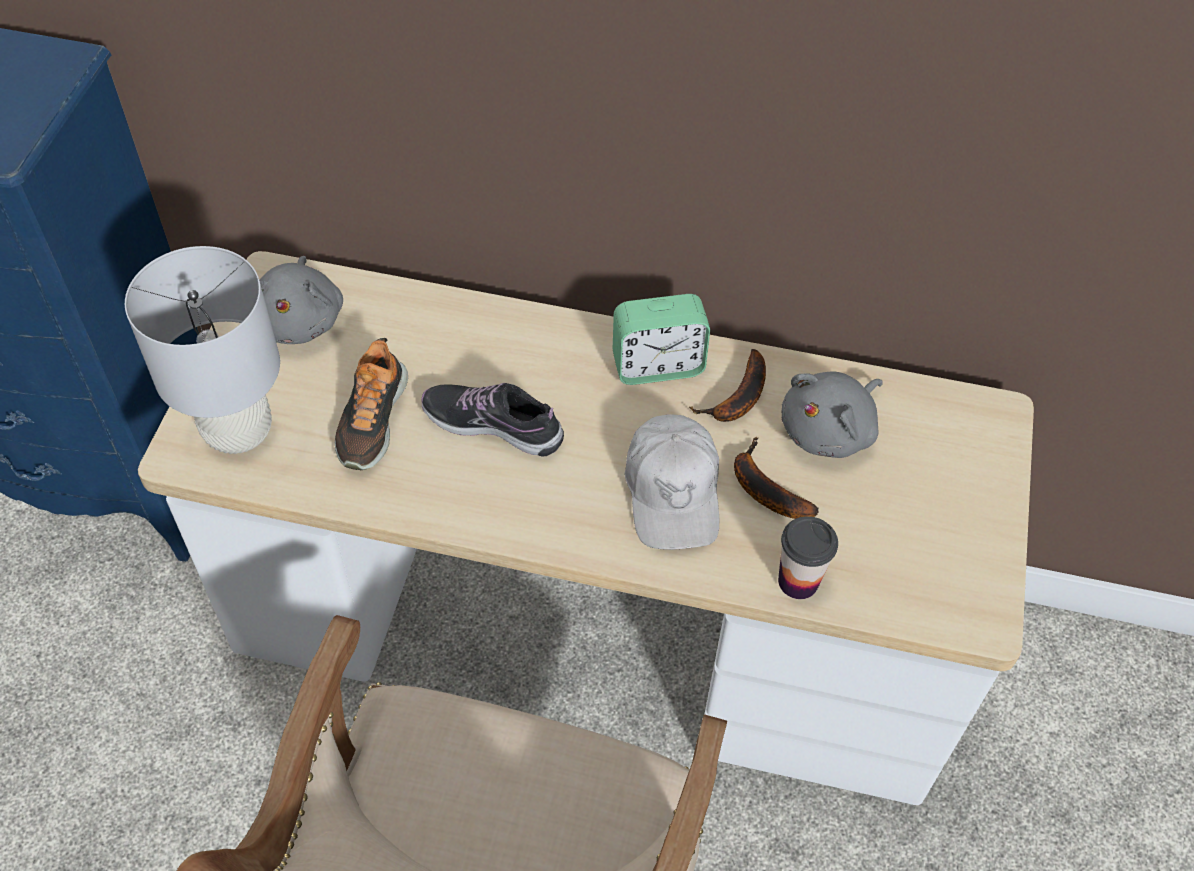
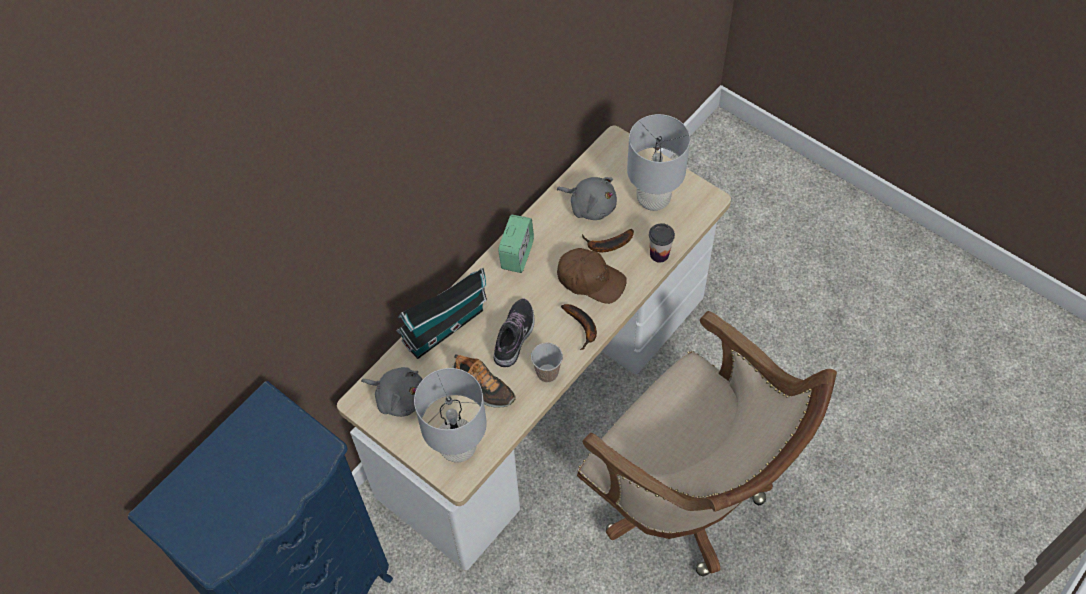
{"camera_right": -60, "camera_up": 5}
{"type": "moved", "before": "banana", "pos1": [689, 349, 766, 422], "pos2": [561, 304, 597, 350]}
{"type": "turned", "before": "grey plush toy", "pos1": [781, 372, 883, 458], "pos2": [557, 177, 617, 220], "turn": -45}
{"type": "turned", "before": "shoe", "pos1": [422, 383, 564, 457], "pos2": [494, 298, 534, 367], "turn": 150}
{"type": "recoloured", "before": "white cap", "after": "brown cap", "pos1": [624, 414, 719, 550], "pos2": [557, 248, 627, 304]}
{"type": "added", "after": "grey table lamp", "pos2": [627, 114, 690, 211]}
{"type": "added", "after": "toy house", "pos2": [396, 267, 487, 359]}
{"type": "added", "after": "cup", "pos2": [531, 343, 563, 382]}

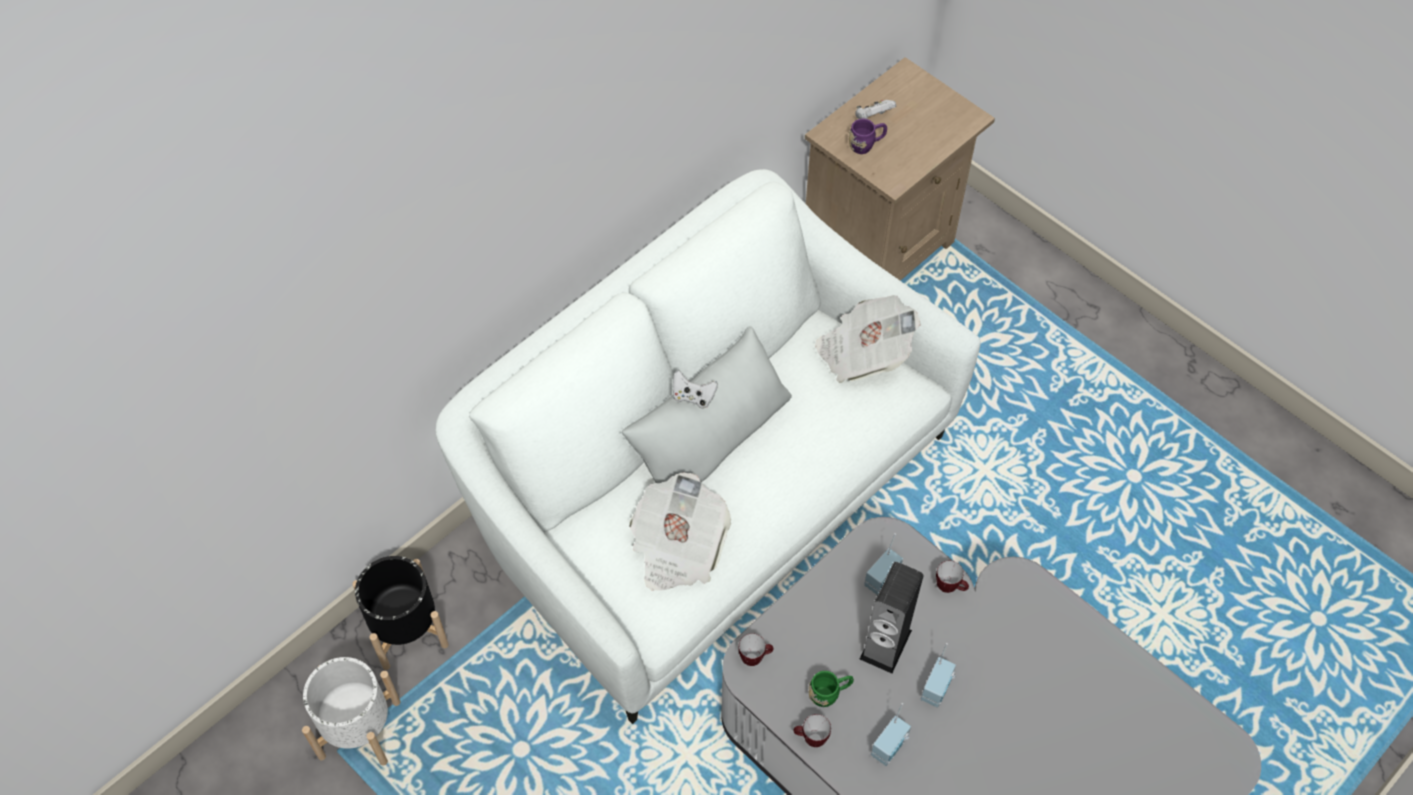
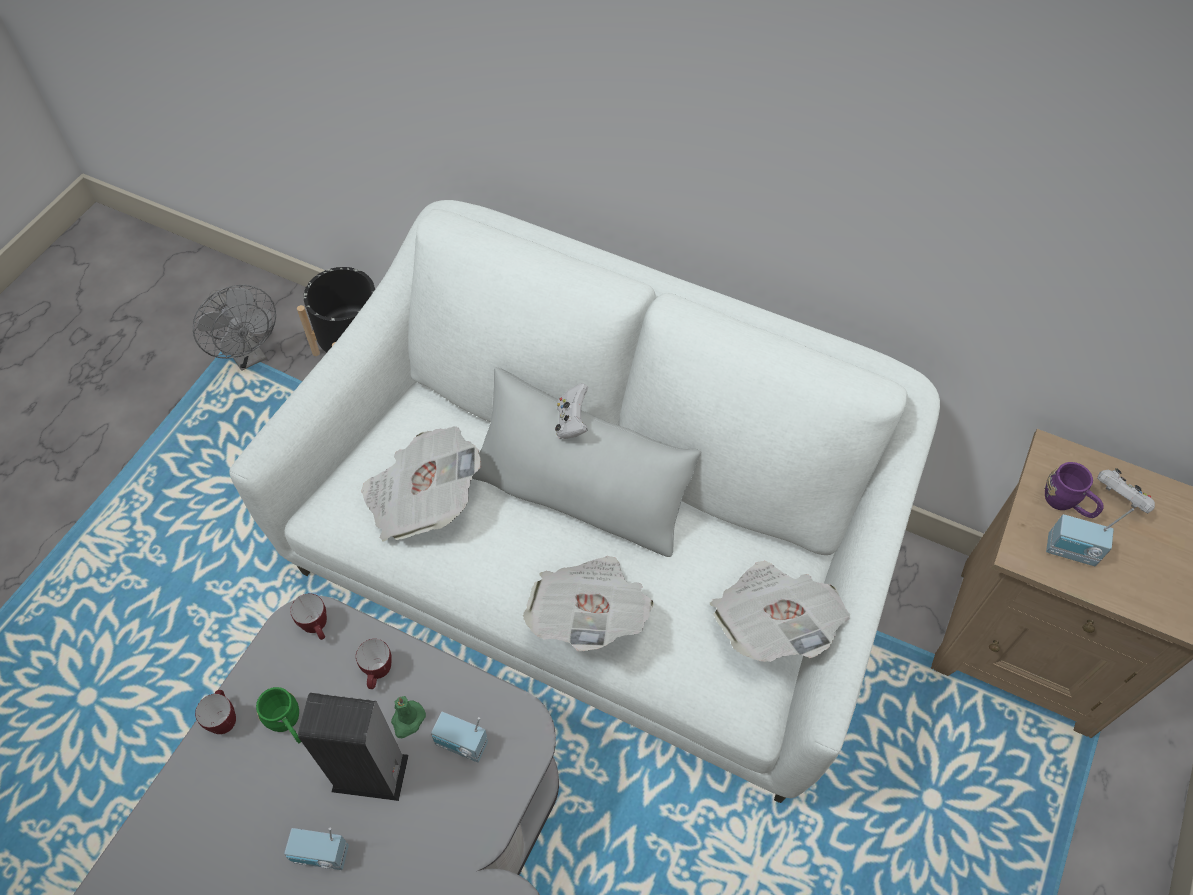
{"camera_right": 70, "camera_up": 0}
{"type": "moved", "before": "mug", "pos1": [936, 561, 969, 593], "pos2": [356, 639, 392, 689]}
{"type": "replaced", "before": "white planter", "after": "grey fan", "pos1": [302, 657, 401, 766], "pos2": [193, 284, 276, 371]}
{"type": "moved", "before": "radio", "pos1": [871, 703, 911, 766], "pos2": [1046, 508, 1134, 566]}
{"type": "added", "after": "newspaper", "pos2": [523, 556, 654, 651]}
{"type": "added", "after": "green candle", "pos2": [391, 696, 426, 738]}

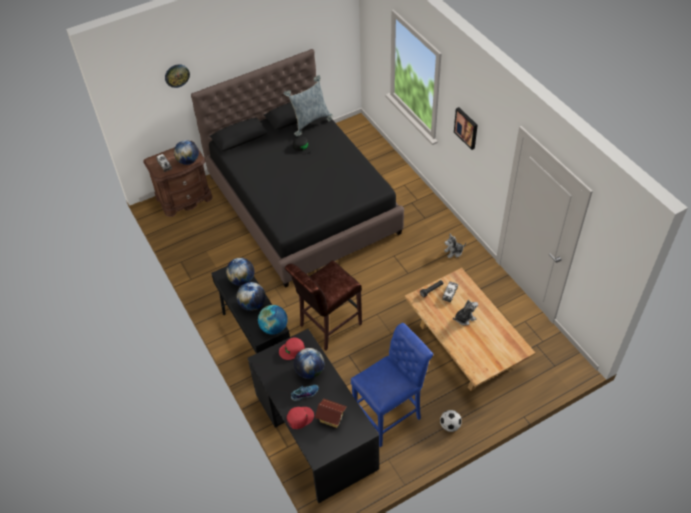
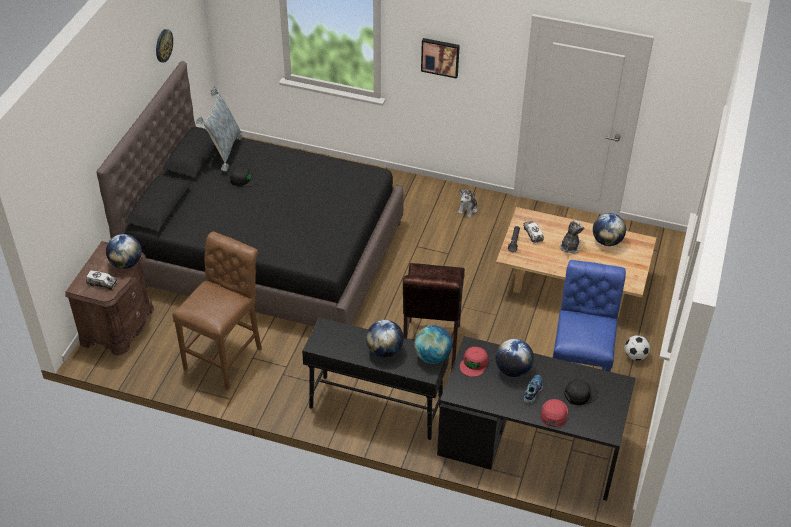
{"camera_right": -45, "camera_up": -5}
{"type": "moved", "before": "wall clock", "pos1": [165, 64, 190, 88], "pos2": [156, 29, 173, 63]}
{"type": "moved", "before": "globe", "pos1": [226, 258, 254, 286], "pos2": [593, 213, 626, 246]}
{"type": "replaced", "before": "toy house", "after": "black cap", "pos1": [314, 398, 347, 428], "pos2": [564, 379, 598, 405]}
{"type": "added", "after": "brown stool", "pos2": [172, 232, 262, 390]}

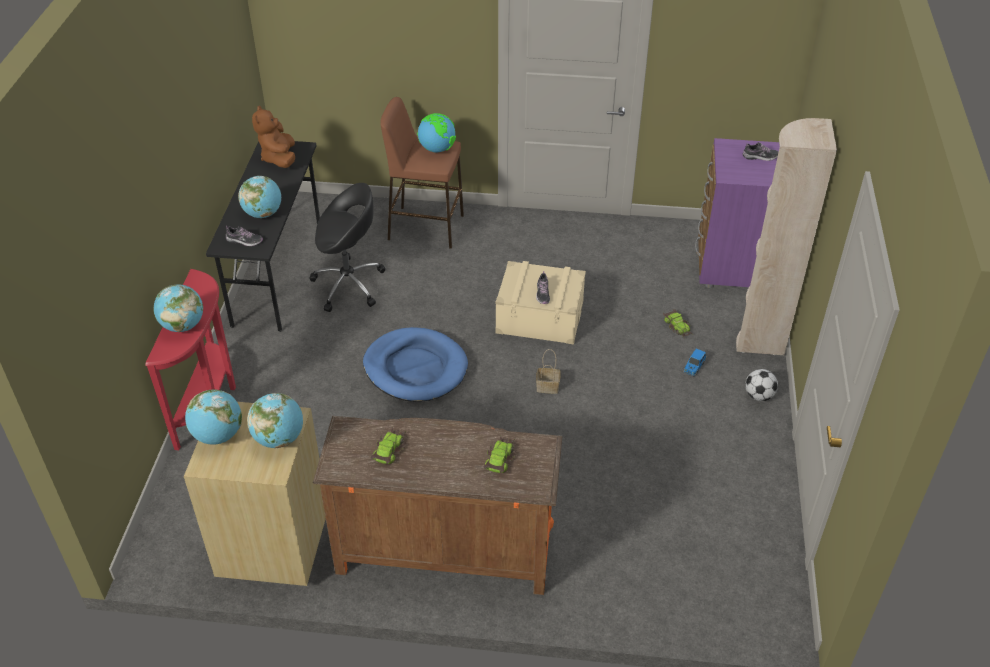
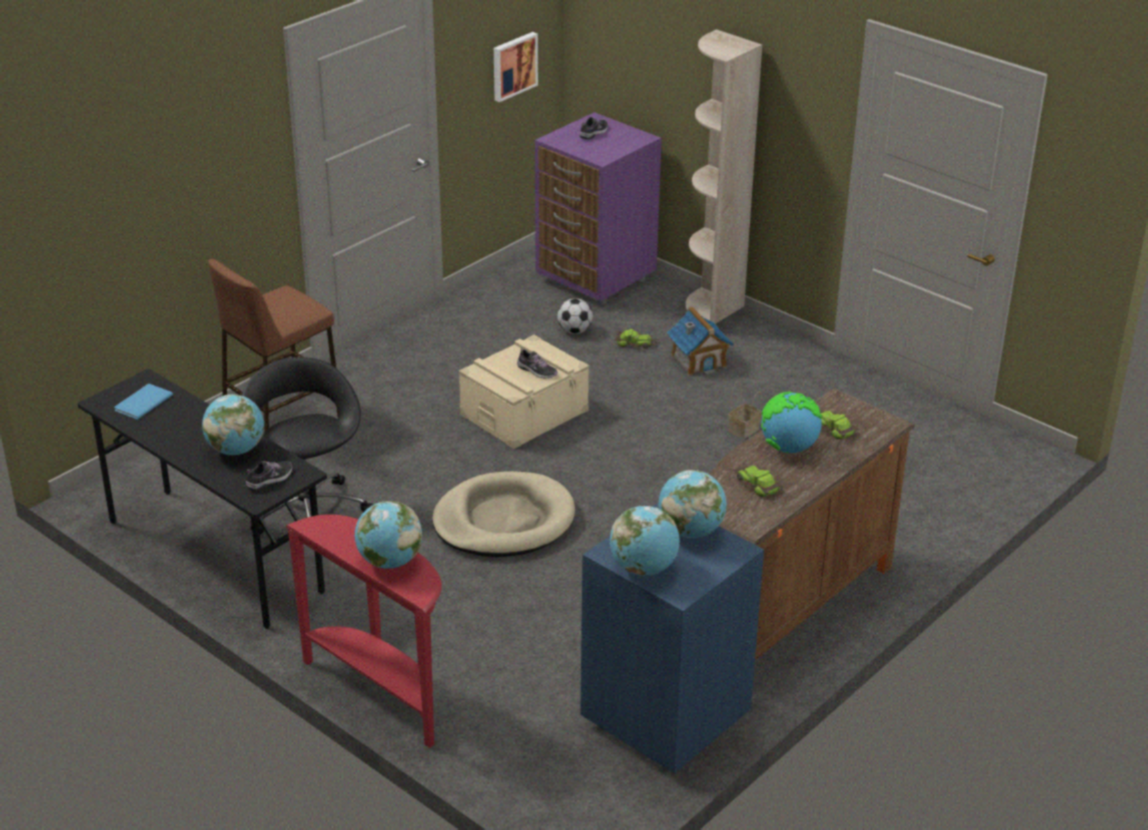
{"camera_right": -55, "camera_up": -10}
{"type": "replaced", "before": "brown plush toy", "after": "blue book", "pos1": [252, 105, 295, 168], "pos2": [114, 384, 173, 420]}
{"type": "moved", "before": "globe", "pos1": [417, 113, 456, 152], "pos2": [761, 392, 822, 453]}
{"type": "turned", "before": "black office chair", "pos1": [310, 183, 386, 312], "pos2": [242, 357, 374, 534], "turn": -60}
{"type": "recoloured", "before": "blue dog bed", "after": "beige dog bed", "pos1": [363, 327, 468, 402], "pos2": [432, 471, 575, 557]}
{"type": "moved", "before": "basket", "pos1": [536, 349, 561, 394], "pos2": [728, 381, 762, 439]}
{"type": "replaced", "before": "toy car", "after": "toy house", "pos1": [683, 349, 706, 376], "pos2": [667, 306, 734, 375]}
{"type": "moved", "before": "football", "pos1": [745, 369, 778, 401], "pos2": [557, 298, 593, 334]}
{"type": "recoloured", "before": "brown dresser", "after": "blue dresser", "pos1": [184, 402, 326, 586], "pos2": [580, 503, 764, 774]}
{"type": "added", "after": "picture", "pos2": [494, 32, 538, 102]}

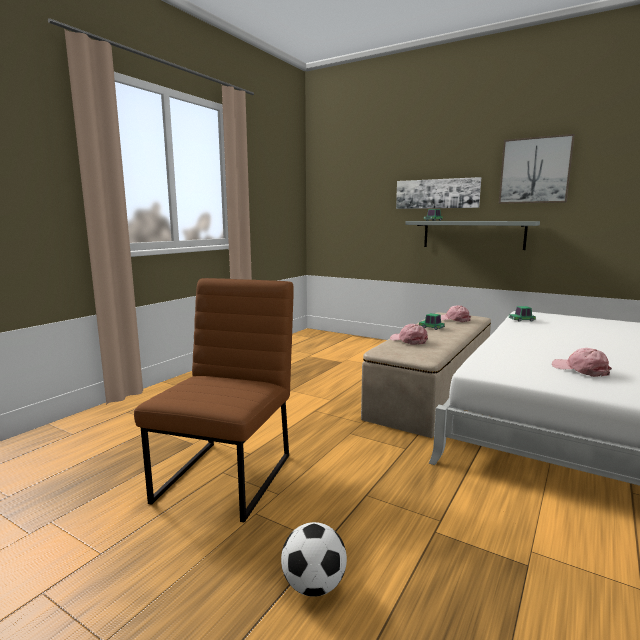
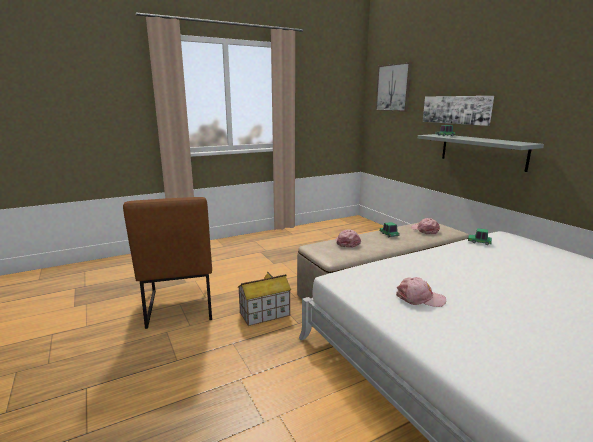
{"camera_right": 30, "camera_up": 5}
{"type": "moved", "before": "picture", "pos1": [499, 134, 575, 204], "pos2": [375, 62, 412, 112]}
{"type": "turned", "before": "brown chair", "pos1": [134, 278, 294, 522], "pos2": [123, 197, 212, 329], "turn": 120}
{"type": "turned", "before": "pink cap", "pos1": [552, 348, 612, 377], "pos2": [396, 277, 446, 307], "turn": 105}
{"type": "removed", "before": "football", "pos1": [281, 522, 347, 597]}
{"type": "added", "after": "toy house", "pos2": [238, 272, 291, 326]}

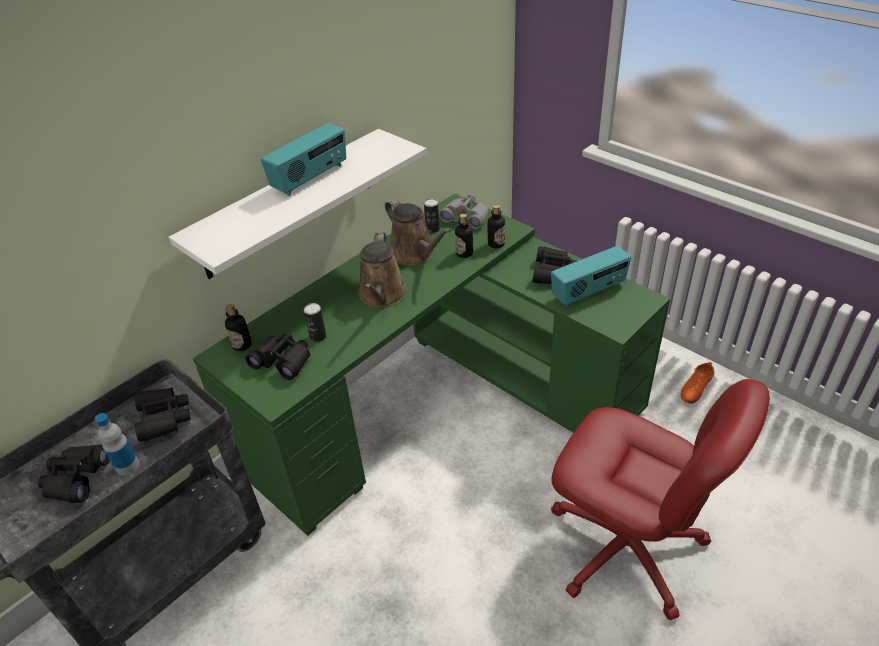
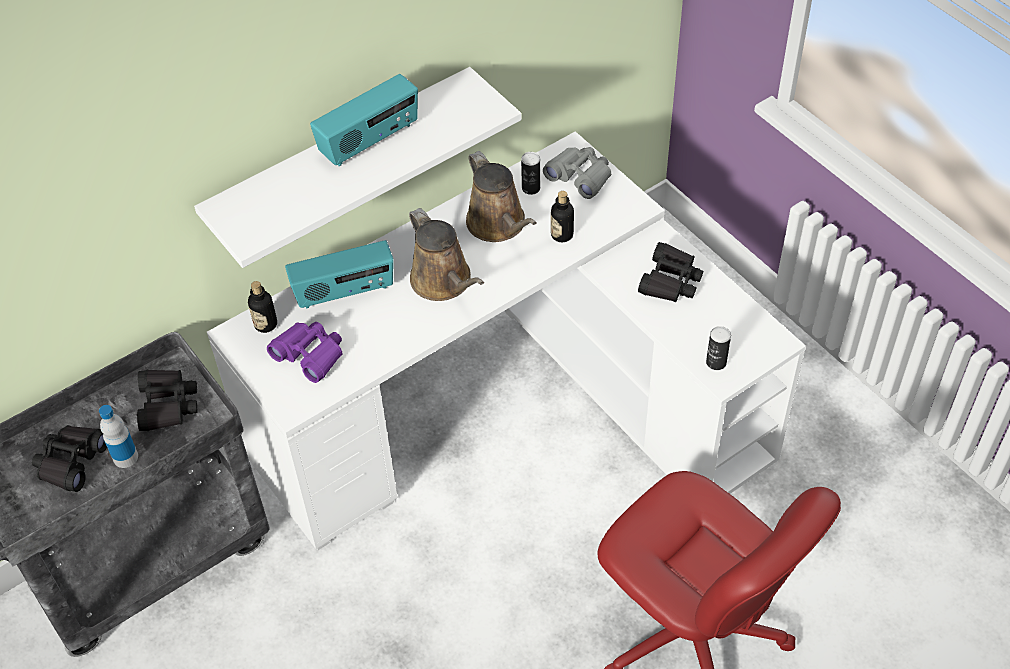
{"camera_right": 10, "camera_up": 10}
{"type": "recoloured", "before": "green desk", "after": "white desk", "pos1": [193, 194, 670, 536], "pos2": [207, 131, 806, 550]}
{"type": "removed", "before": "bottle", "pos1": [488, 204, 505, 248]}
{"type": "turned", "before": "brown watering can", "pos1": [358, 233, 407, 307], "pos2": [409, 208, 484, 301], "turn": -45}
{"type": "moved", "before": "radio", "pos1": [551, 246, 631, 307], "pos2": [285, 240, 394, 309]}
{"type": "moved", "before": "can", "pos1": [304, 303, 326, 342], "pos2": [706, 326, 731, 370]}
{"type": "recoloured", "before": "black binoculars", "after": "purple binoculars", "pos1": [245, 332, 310, 380], "pos2": [267, 322, 342, 383]}
{"type": "removed", "before": "orange shoe", "pos1": [681, 362, 714, 404]}

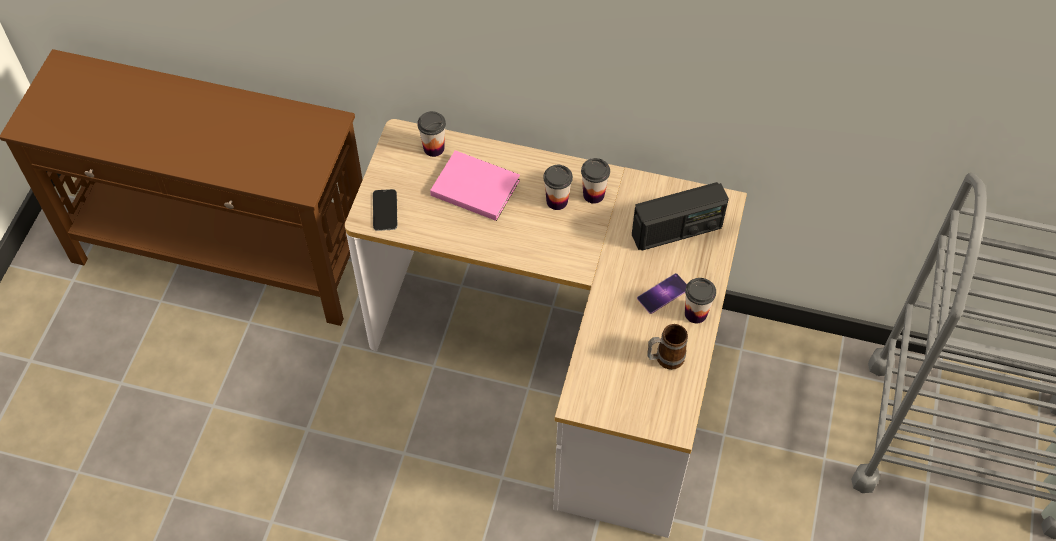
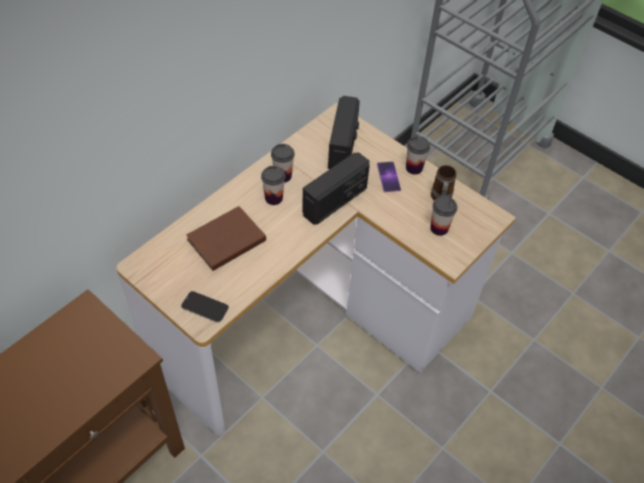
{"camera_right": -65, "camera_up": -5}
{"type": "moved", "before": "cup", "pos1": [417, 111, 446, 157], "pos2": [430, 196, 458, 236]}
{"type": "recoloured", "before": "pink book", "after": "brown book", "pos1": [430, 150, 520, 221], "pos2": [186, 206, 266, 271]}
{"type": "added", "after": "radio", "pos2": [302, 152, 370, 225]}

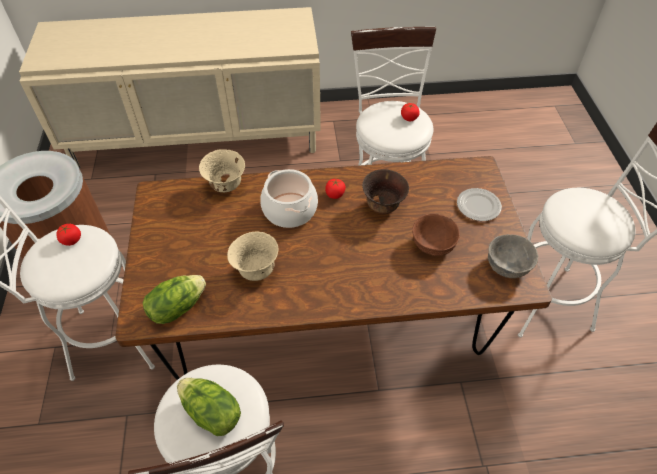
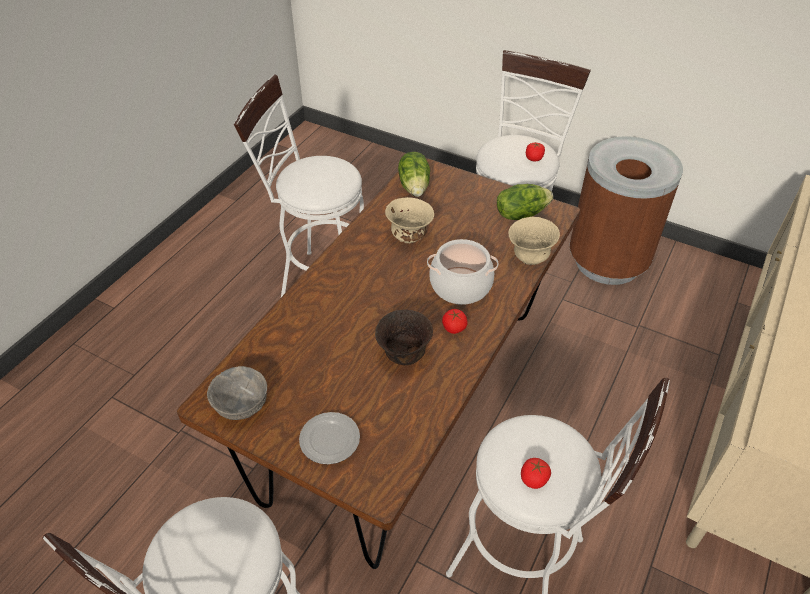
{"camera_right": 125, "camera_up": -5}
{"type": "removed", "before": "brown bowl", "pos1": [412, 214, 460, 256]}
{"type": "moved", "before": "lettuce", "pos1": [177, 378, 241, 436], "pos2": [497, 184, 553, 220]}

